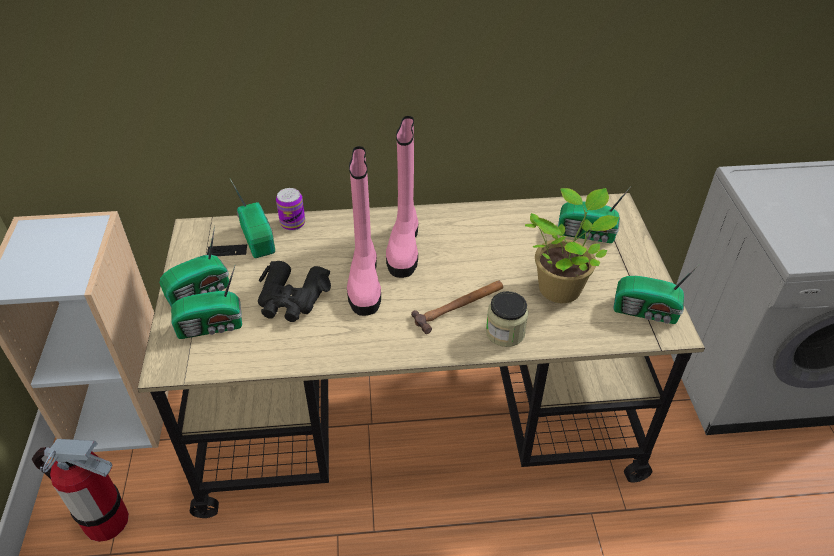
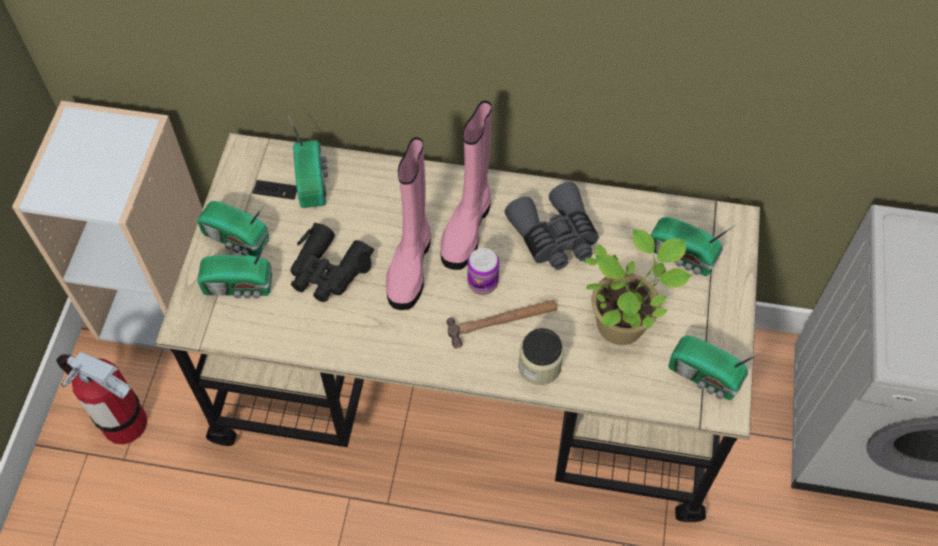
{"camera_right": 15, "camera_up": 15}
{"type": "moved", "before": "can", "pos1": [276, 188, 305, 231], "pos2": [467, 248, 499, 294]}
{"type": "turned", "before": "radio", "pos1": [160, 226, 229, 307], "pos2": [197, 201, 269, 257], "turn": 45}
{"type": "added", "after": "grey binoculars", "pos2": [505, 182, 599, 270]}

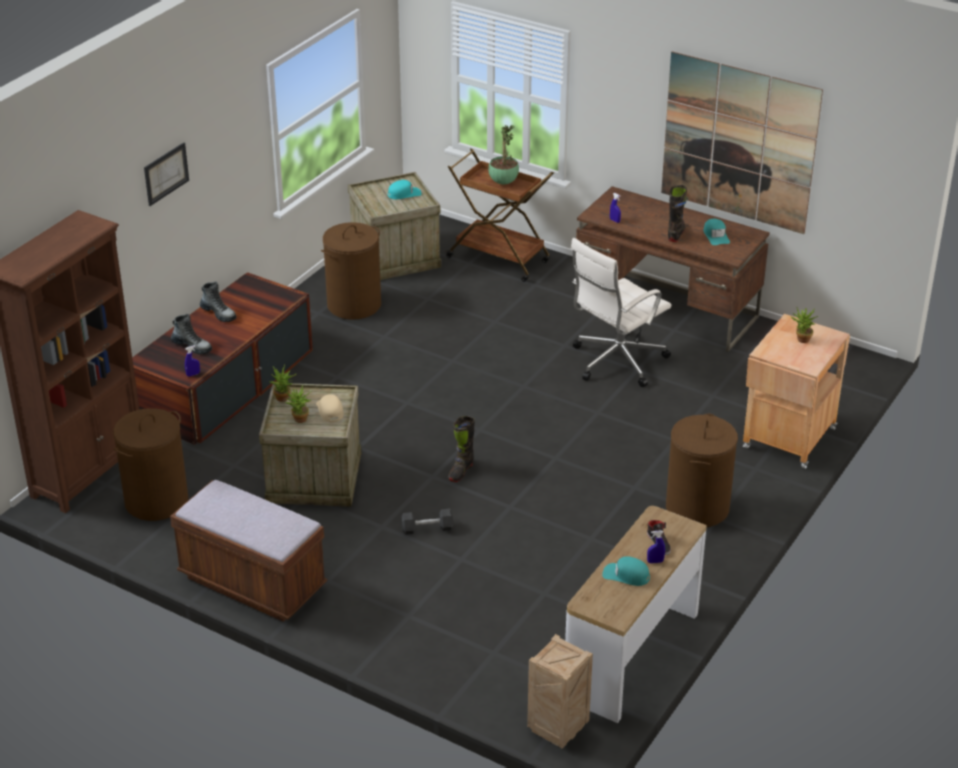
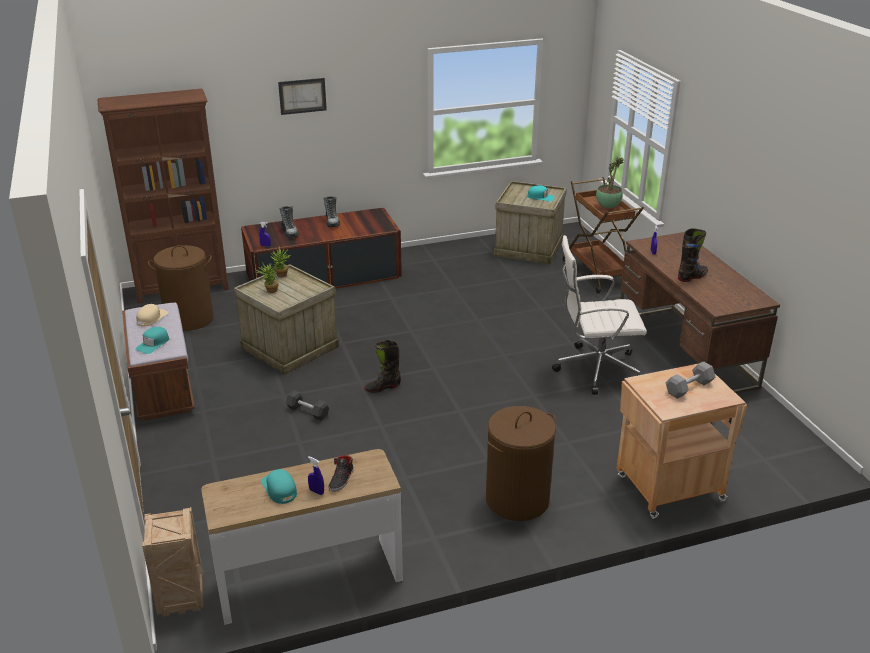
{"camera_right": 40, "camera_up": -5}
{"type": "removed", "before": "picture", "pos1": [661, 52, 823, 234]}
{"type": "moved", "before": "turquoise cap", "pos1": [704, 219, 730, 245], "pos2": [135, 327, 169, 354]}
{"type": "removed", "before": "brown laundry basket", "pos1": [321, 222, 381, 320]}
{"type": "replaced", "before": "potted plant", "after": "grey dumbbell", "pos1": [790, 308, 818, 343], "pos2": [665, 361, 715, 399]}
{"type": "moved", "before": "beige cap", "pos1": [316, 394, 344, 422], "pos2": [136, 304, 168, 327]}

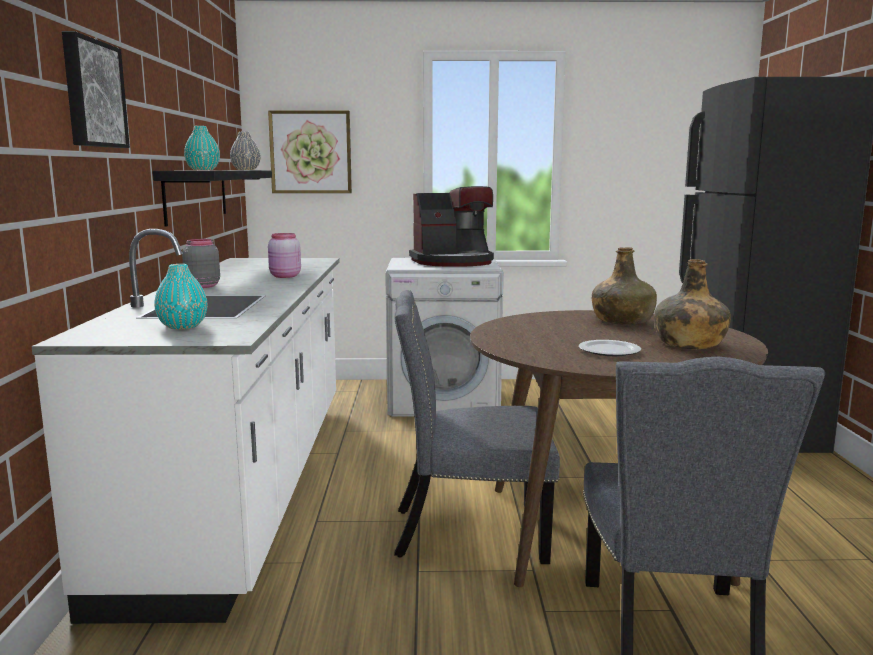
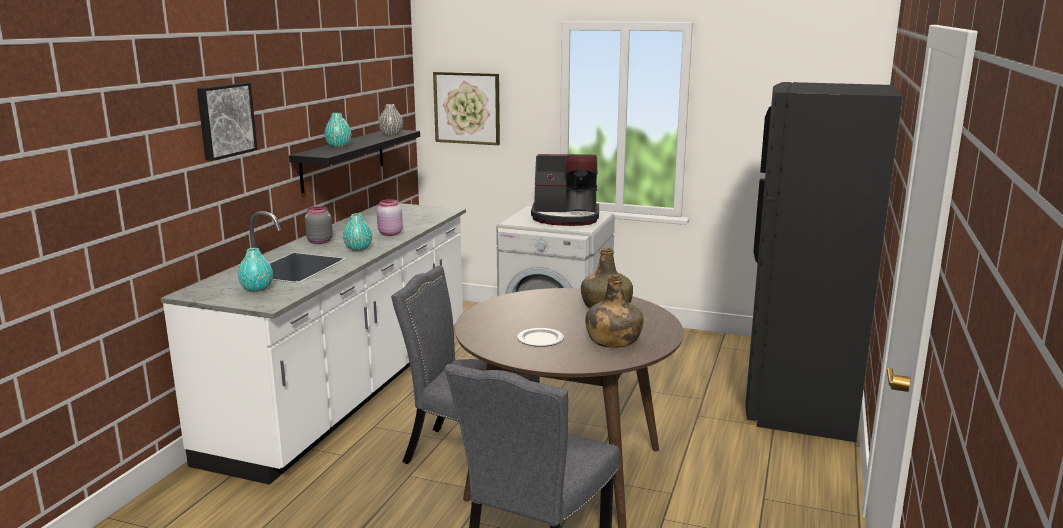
{"camera_right": 20, "camera_up": 5}
{"type": "added", "after": "turquoise vase", "pos2": [343, 213, 372, 251]}

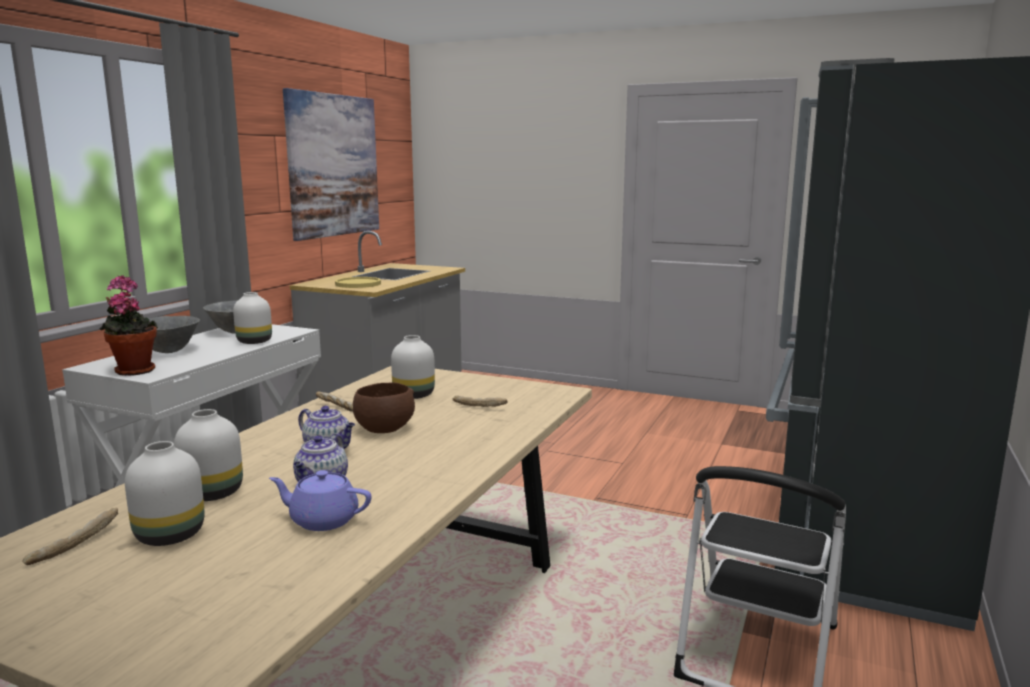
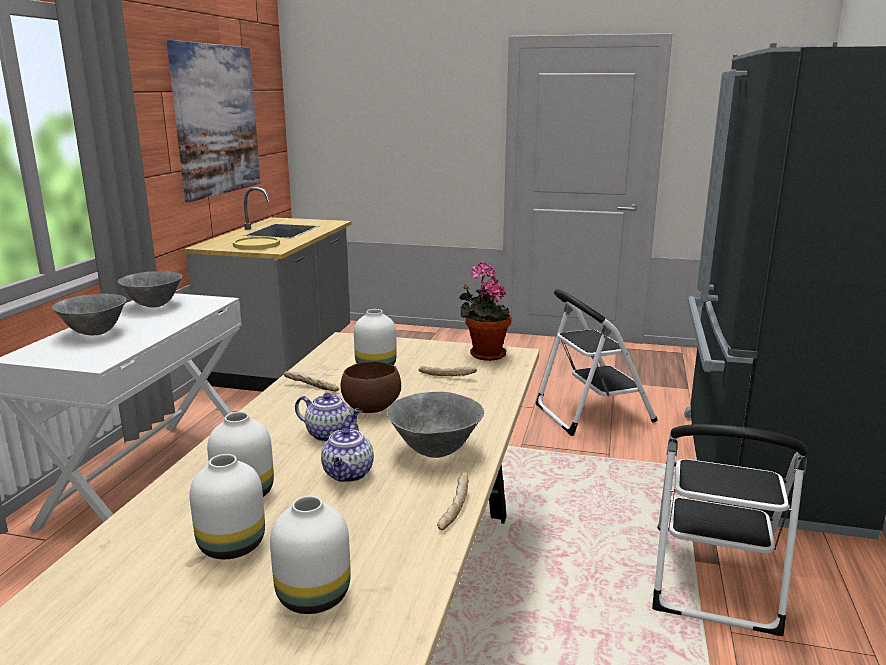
{"camera_right": -10, "camera_up": 5}
{"type": "moved", "before": "potted plant", "pos1": [99, 275, 158, 376], "pos2": [459, 262, 512, 361]}
{"type": "moved", "before": "white vase", "pos1": [233, 292, 272, 344], "pos2": [270, 496, 351, 614]}
{"type": "removed", "before": "purple teapot", "pos1": [269, 470, 371, 531]}
{"type": "moved", "before": "bread", "pos1": [22, 508, 118, 565], "pos2": [437, 472, 469, 530]}
{"type": "added", "after": "step ladder", "pos2": [535, 289, 658, 436]}
{"type": "added", "after": "grey bowl", "pos2": [387, 392, 484, 458]}

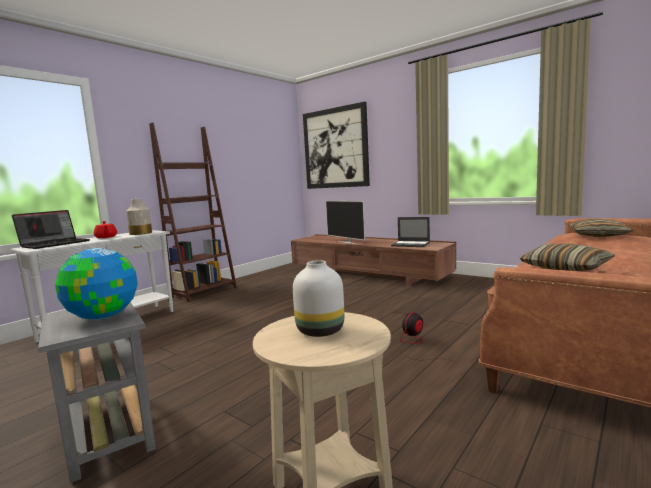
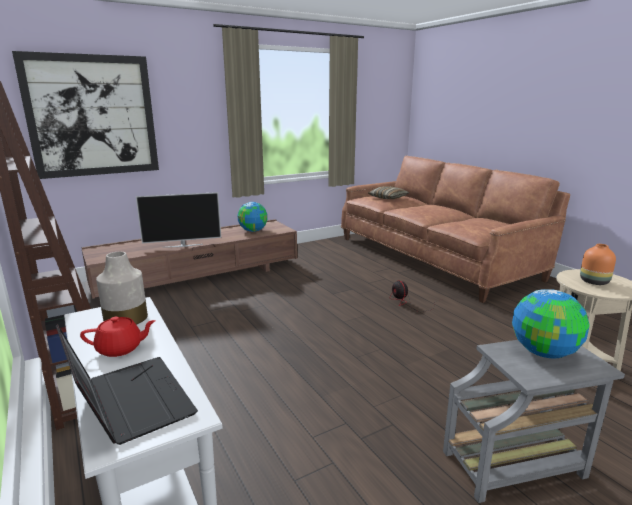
{"camera_right": -70, "camera_up": 10}
{"type": "replaced", "before": "laptop", "after": "globe", "pos1": [391, 217, 430, 247], "pos2": [237, 202, 268, 232]}
{"type": "removed", "before": "pillow", "pos1": [520, 244, 615, 271]}
{"type": "recoloured", "before": "white vase", "after": "orange vase", "pos1": [293, 260, 344, 337], "pos2": [580, 244, 616, 285]}

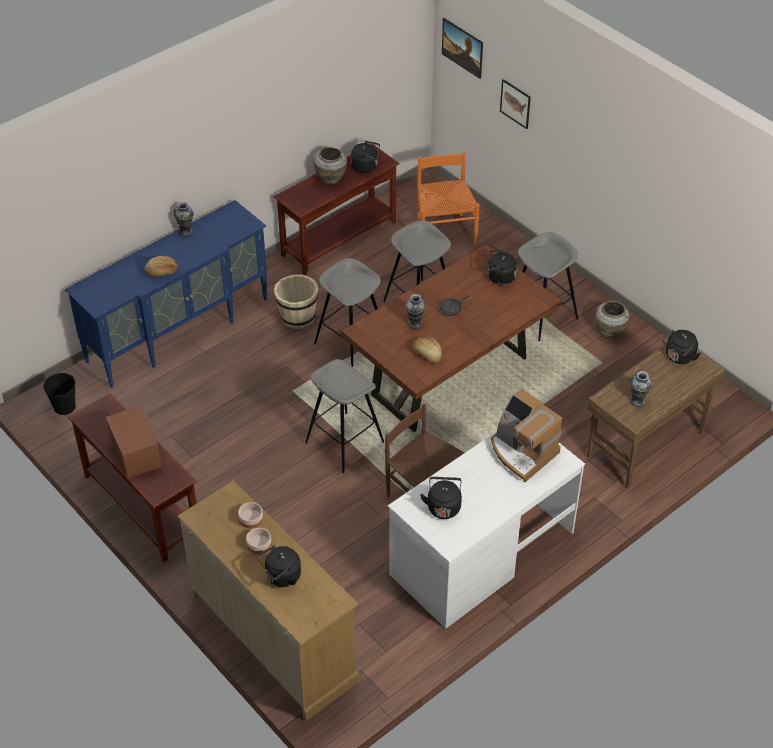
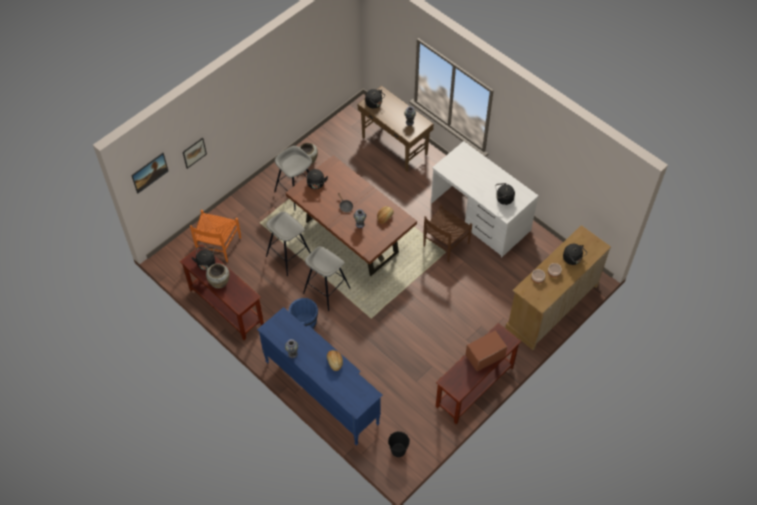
{"camera_right": -95, "camera_up": 10}
{"type": "turned", "before": "orange chair", "pos1": [417, 152, 480, 244], "pos2": [190, 210, 241, 262], "turn": -60}
{"type": "recoloured", "before": "beige bucket", "after": "blue bucket", "pos1": [274, 274, 318, 329], "pos2": [289, 298, 318, 329]}
{"type": "removed", "before": "grey stool", "pos1": [305, 359, 384, 473]}
{"type": "removed", "before": "coffee machine", "pos1": [491, 389, 562, 482]}

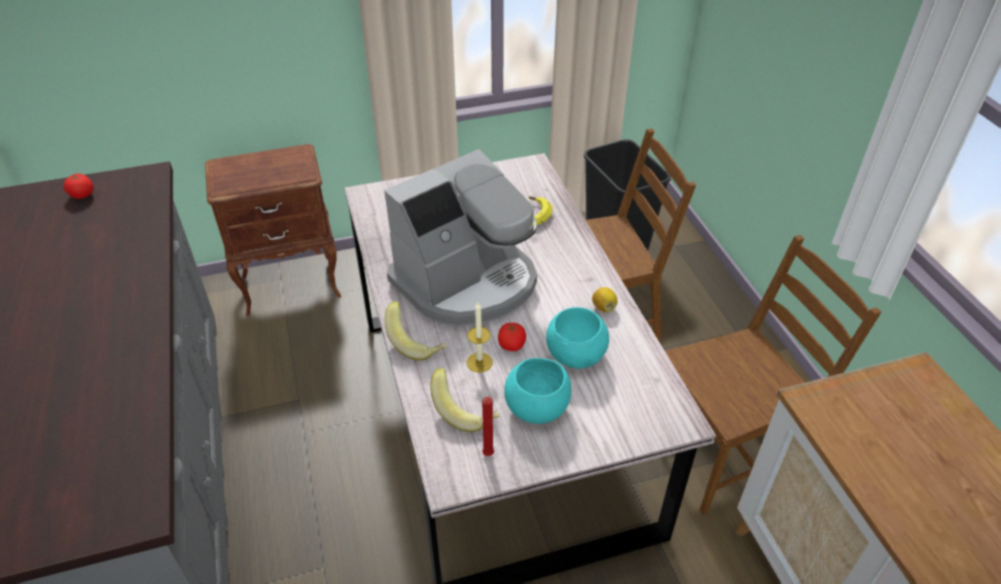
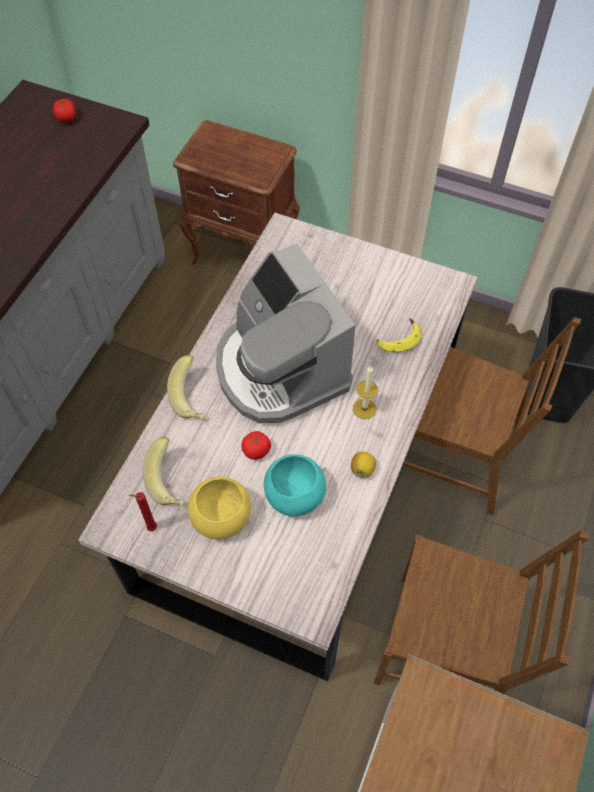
{"camera_right": 40, "camera_up": 15}
{"type": "turned", "before": "coffee machine", "pos1": [384, 149, 537, 327], "pos2": [216, 244, 356, 423], "turn": 60}
{"type": "moved", "before": "candle", "pos1": [467, 302, 493, 373], "pos2": [353, 366, 378, 419]}
{"type": "recoloured", "before": "turquoise bowl", "after": "yellow bowl", "pos1": [504, 358, 571, 424], "pos2": [188, 476, 251, 539]}

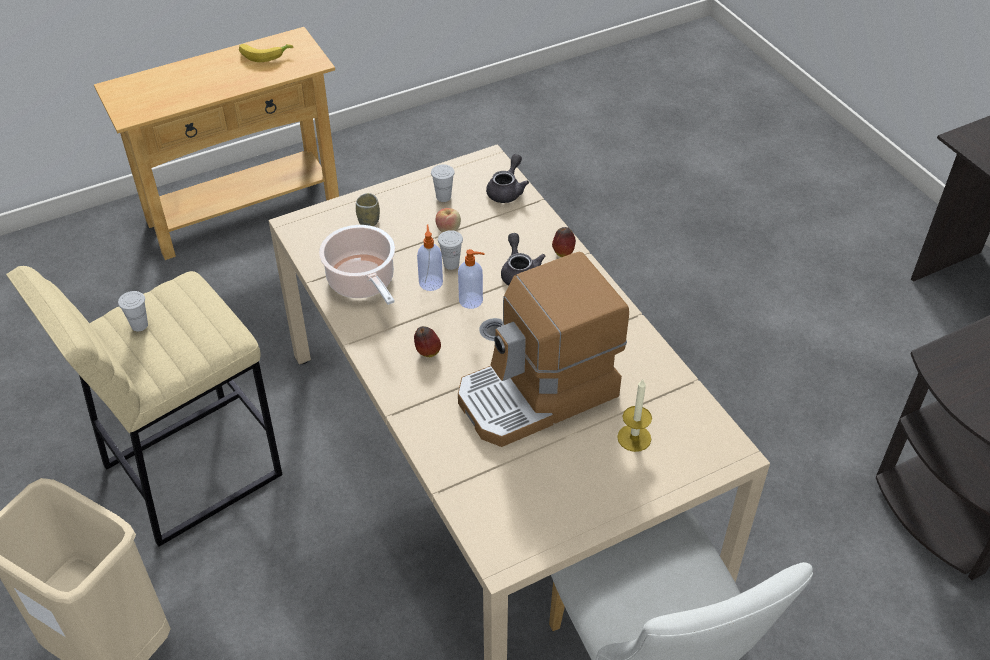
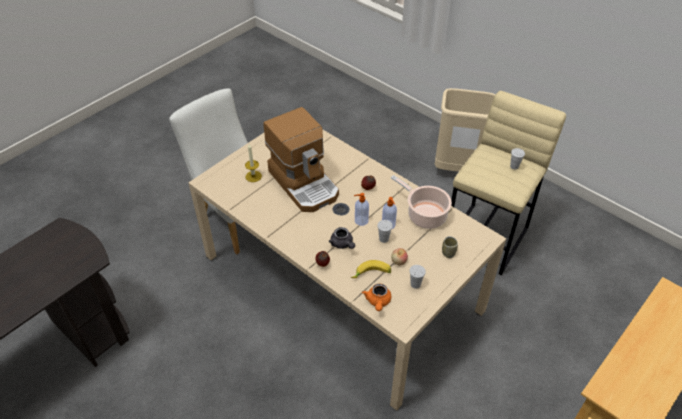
{"camera_right": 160, "camera_up": 0}
{"type": "moved", "before": "banana", "pos1": [239, 44, 294, 62], "pos2": [351, 260, 391, 278]}
{"type": "recoloured", "before": "grey teapot", "after": "orange teapot", "pos1": [486, 154, 529, 203], "pos2": [362, 284, 391, 311]}
{"type": "turned", "before": "coffee machine", "pos1": [458, 252, 629, 447], "pos2": [263, 107, 339, 212], "turn": 105}

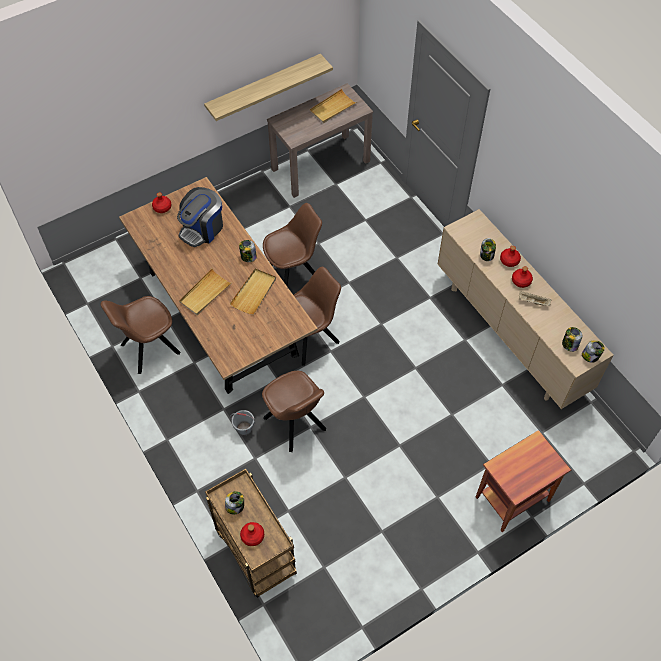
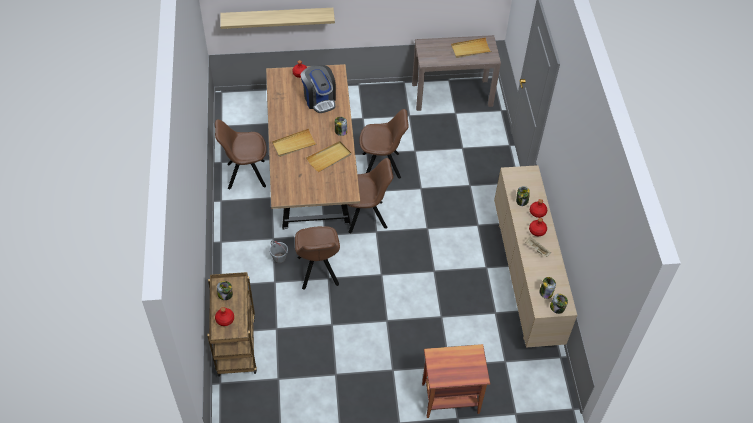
{"camera_right": 25, "camera_up": -5}
{"type": "moved", "before": "shelf", "pos1": [204, 54, 333, 121], "pos2": [220, 8, 335, 29]}
{"type": "turned", "before": "coffee machine", "pos1": [177, 187, 223, 247], "pos2": [301, 65, 336, 113], "turn": -90}

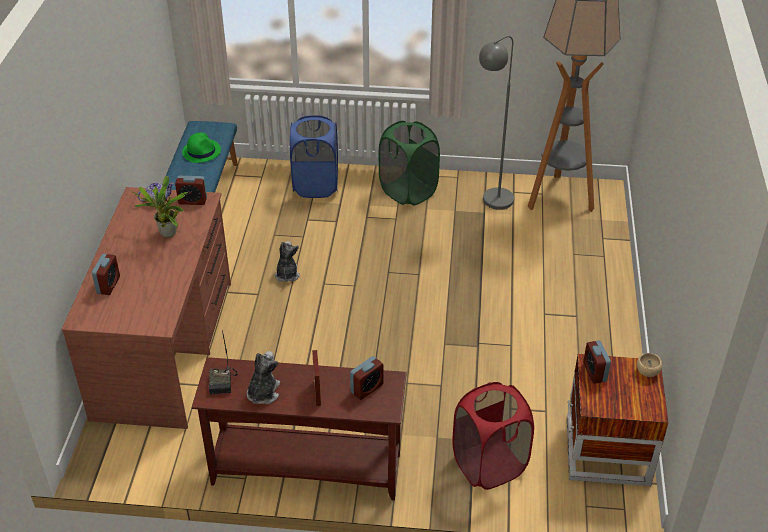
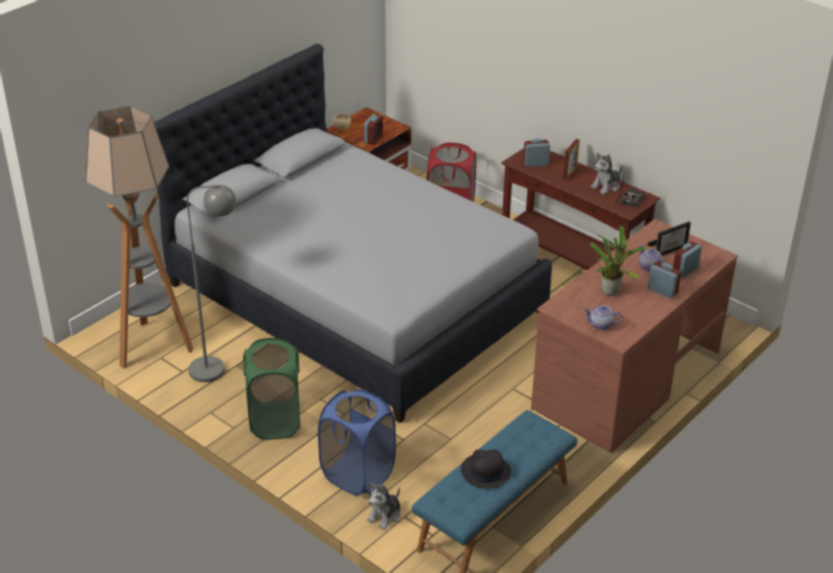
{"camera_right": -145, "camera_up": -5}
{"type": "recoloured", "before": "green hat", "after": "black hat", "pos1": [182, 133, 221, 163], "pos2": [461, 449, 511, 489]}
{"type": "moved", "before": "alarm clock", "pos1": [175, 176, 207, 205], "pos2": [648, 261, 681, 299]}
{"type": "moved", "before": "plush toy", "pos1": [275, 241, 300, 282], "pos2": [367, 482, 401, 530]}
{"type": "added", "after": "grey bed", "pos2": [154, 44, 552, 423]}
{"type": "added", "after": "picture frame", "pos2": [647, 221, 691, 256]}
{"type": "added", "after": "teapot", "pos2": [639, 245, 665, 272]}

